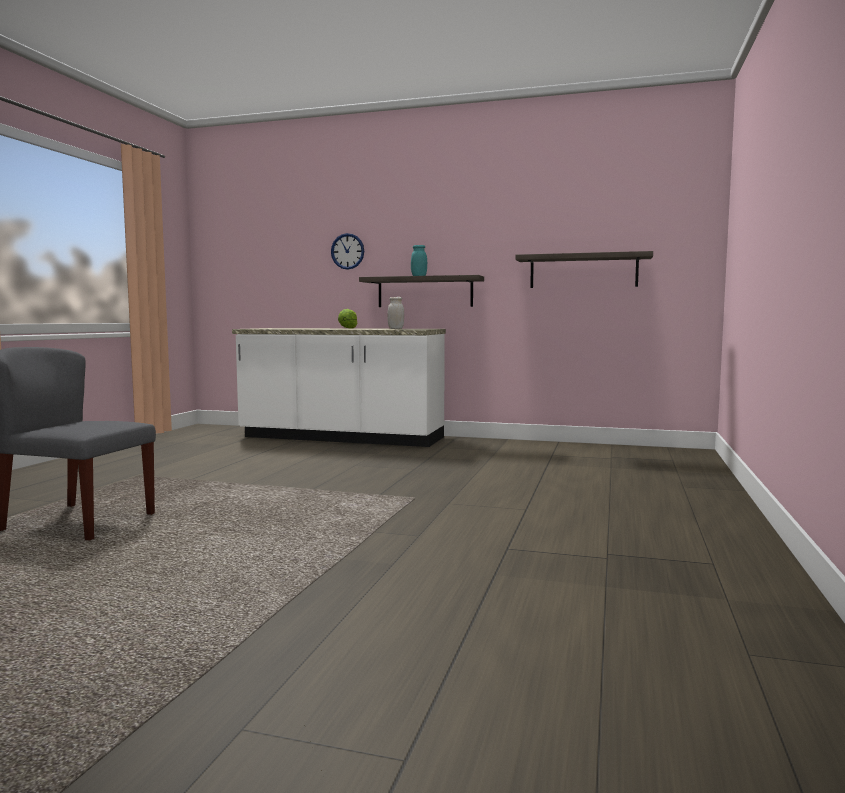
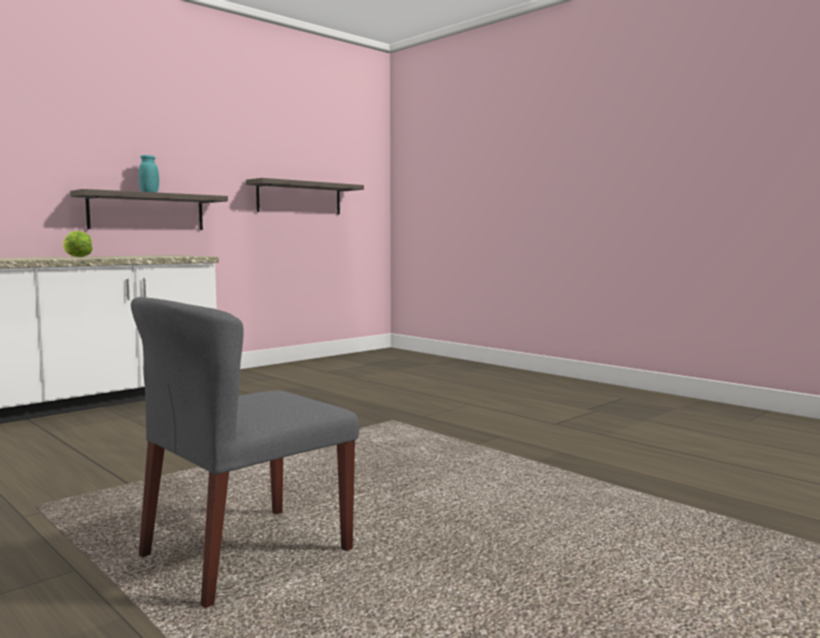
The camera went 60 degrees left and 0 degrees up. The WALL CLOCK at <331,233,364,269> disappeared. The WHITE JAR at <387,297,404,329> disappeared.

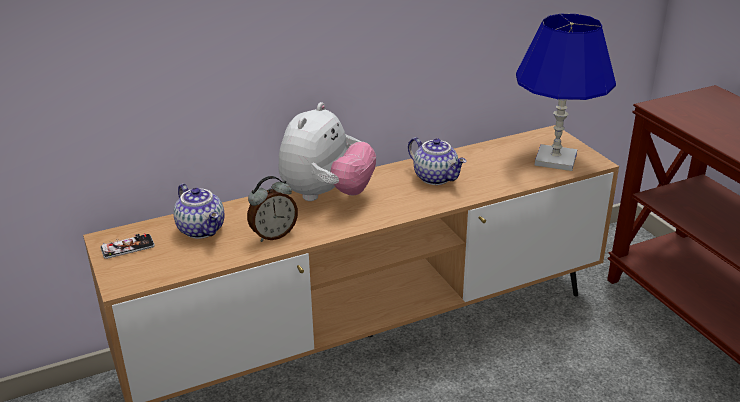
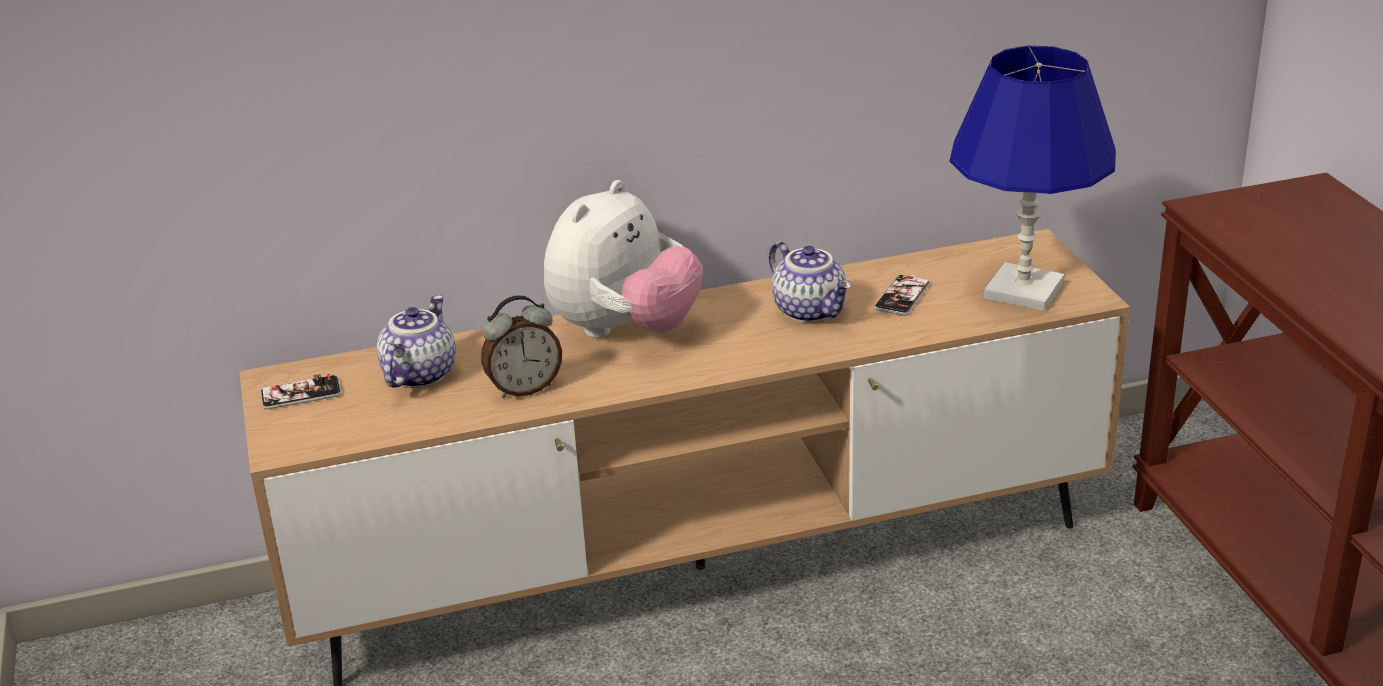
The camera went 10 degrees right and 0 degrees up. The TEAPOT at <174,183,225,239> turned 135 degrees counterclockwise. The PHONE at <874,273,930,315> appeared.

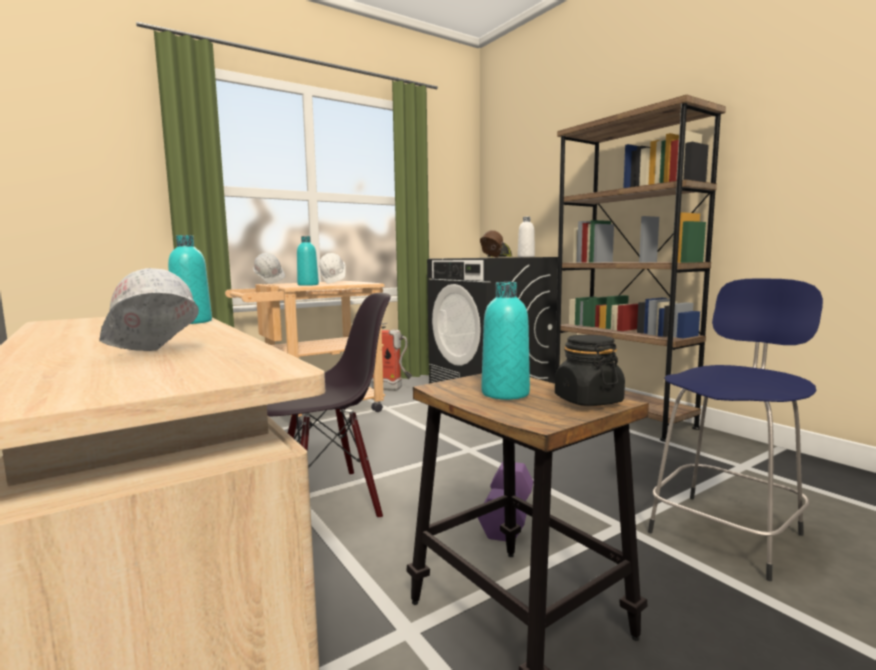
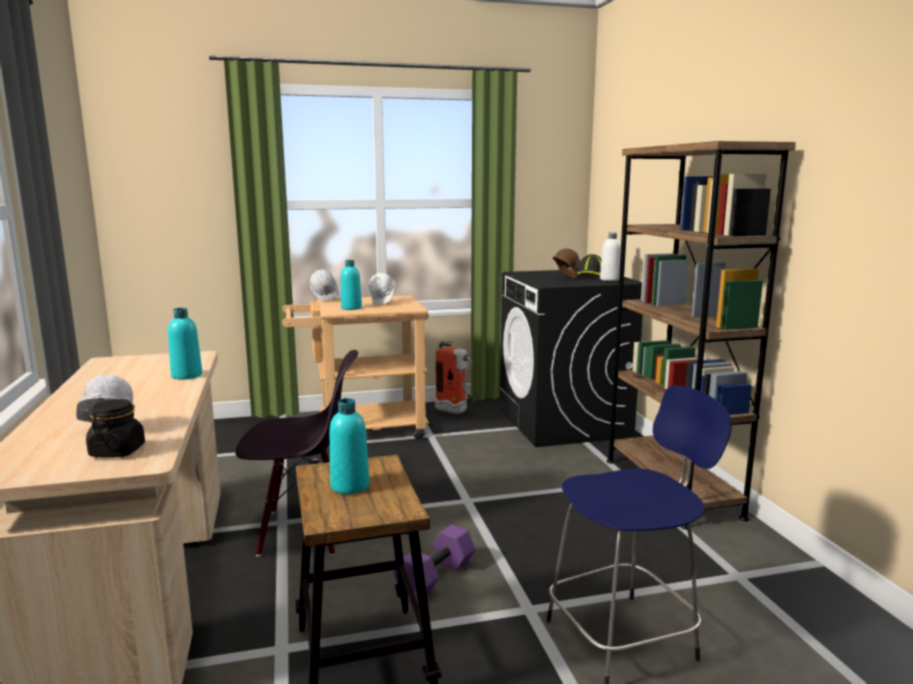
The camera went 20 degrees right and 5 degrees up. The BLACK JAR moved from <555,335,625,406> to <86,399,145,458>.

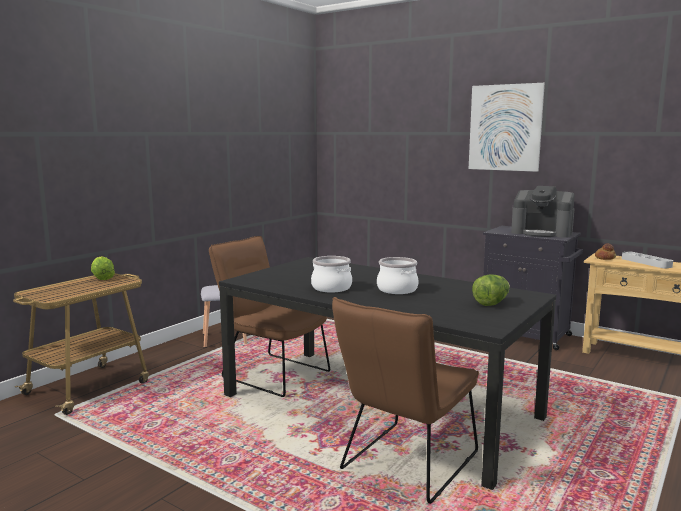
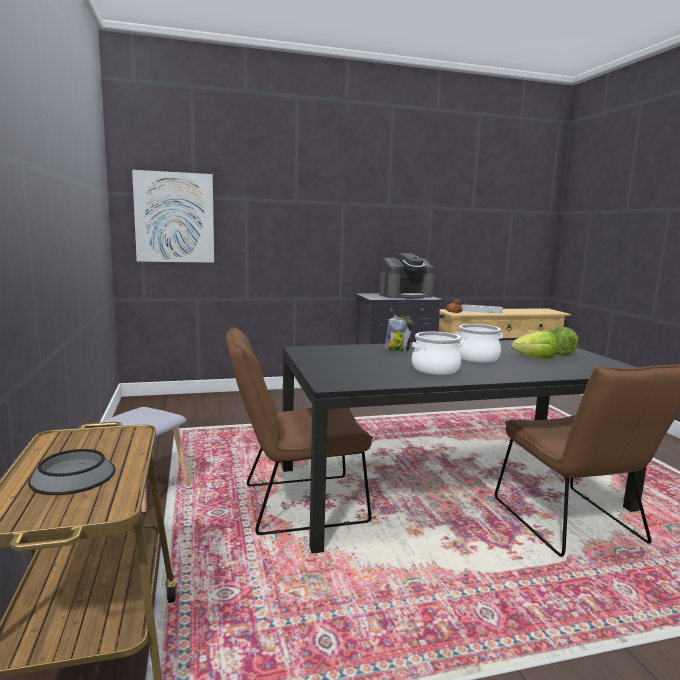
The camera went 50 degrees left and 0 degrees up. The PICTURE moved from <469,83,545,172> to <132,170,214,263>. The LETTUCE moved from <91,256,115,280> to <511,331,558,359>. The JAR at <385,315,413,351> appeared. The BOWL at <28,449,116,495> appeared.

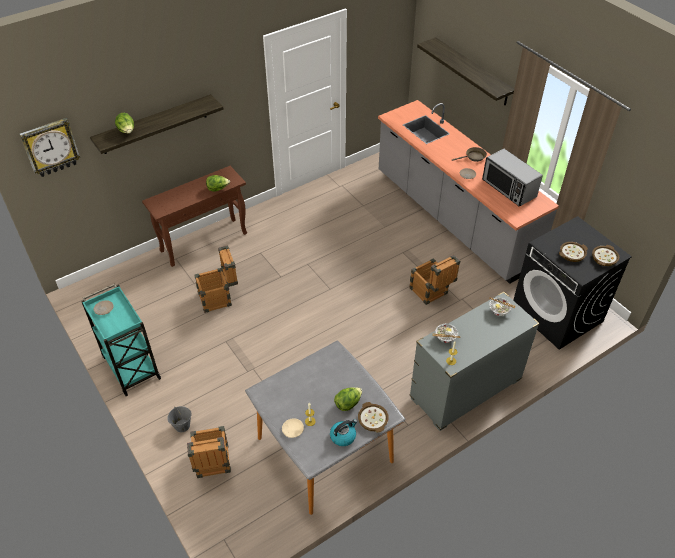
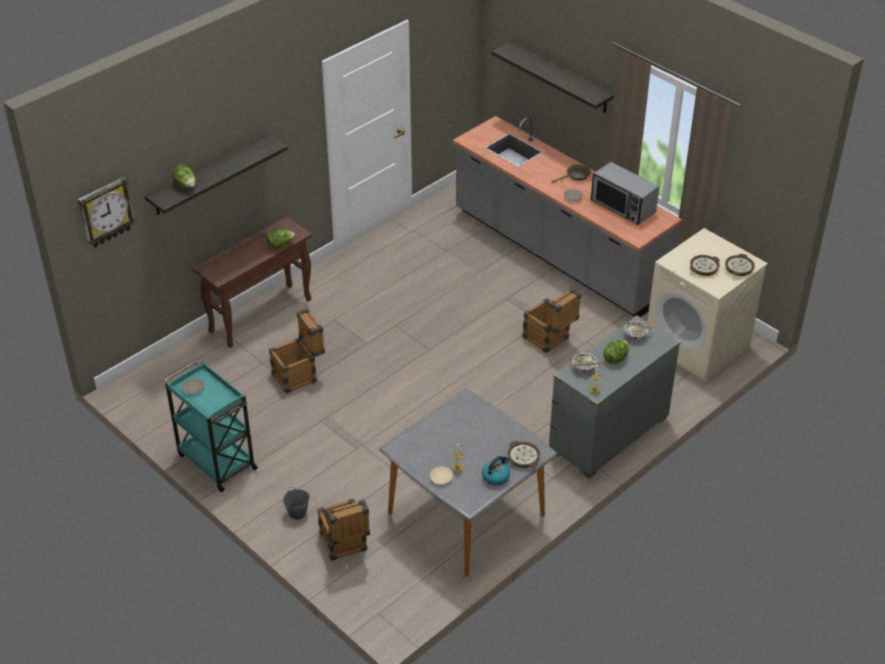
The camera went 10 degrees left and 5 degrees down. The BLACK WASHING MACHINE at <513,216,632,350> became the BEIGE WASHING MACHINE at <647,228,768,381>. The LETTUCE moved from <334,387,362,411> to <603,340,629,364>.

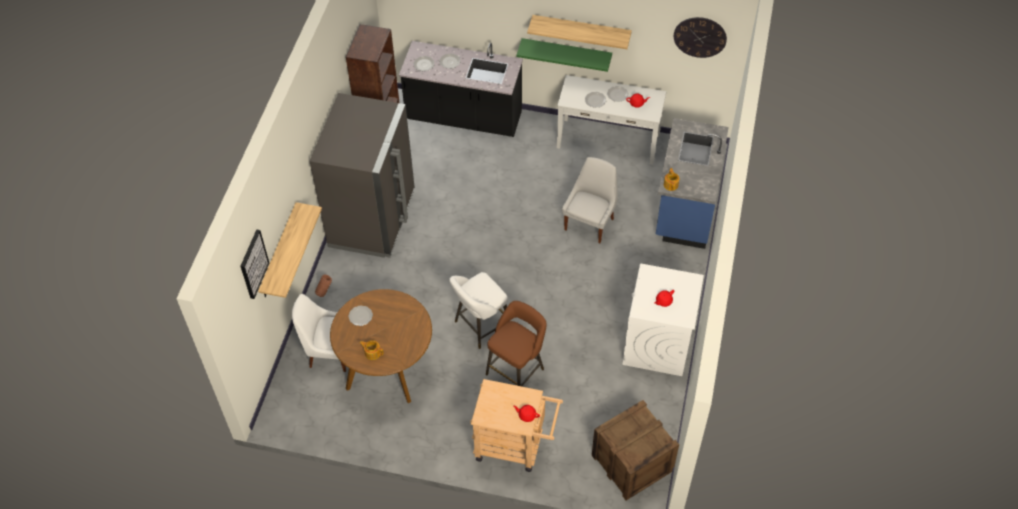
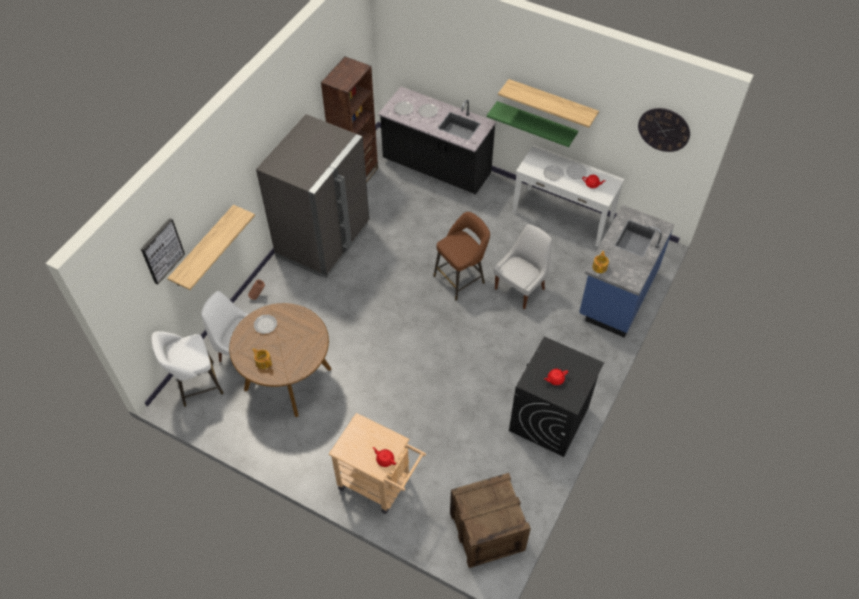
The camera went 15 degrees right and 0 degrees up. The WHITE WASHING MACHINE at <623,264,704,376> became the BLACK WASHING MACHINE at <509,337,604,457>. The WHITE STOOL moved from <449,272,508,349> to <151,331,223,407>. The BROWN STOOL moved from <486,301,547,386> to <433,212,490,301>.

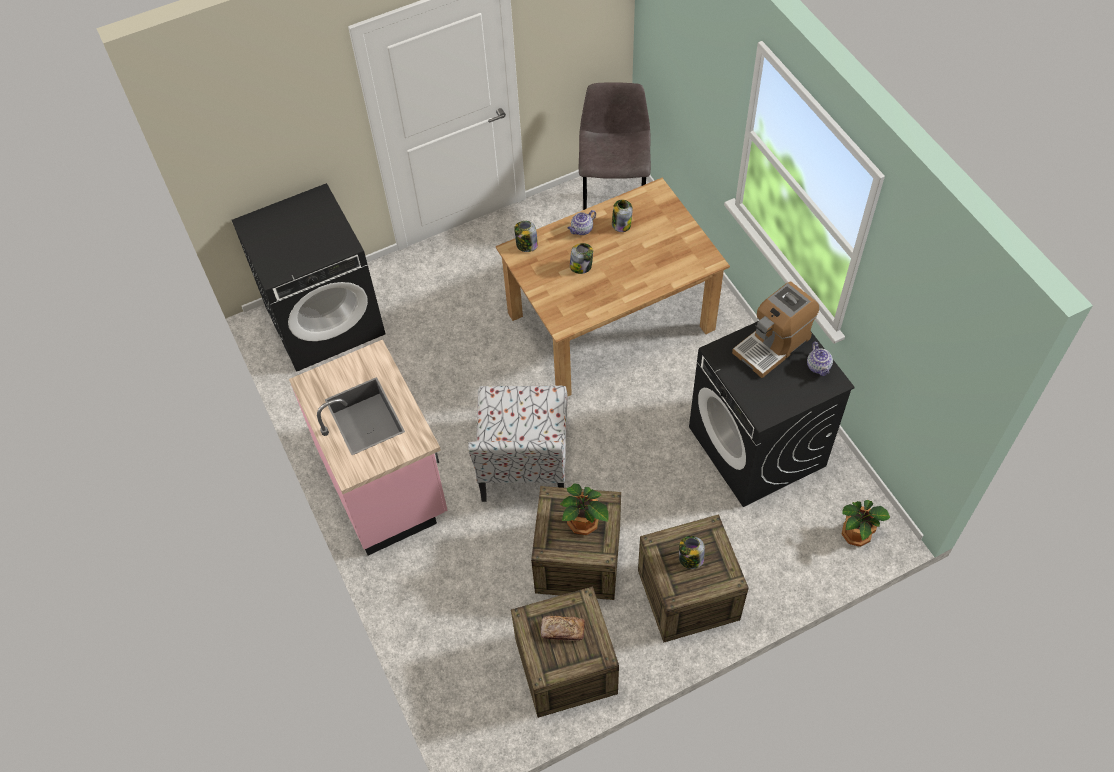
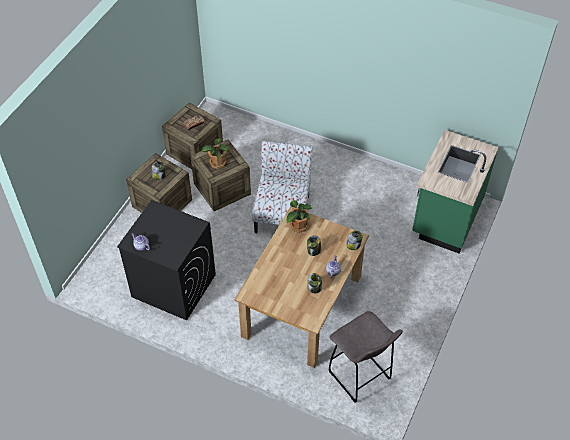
The camera went 140 degrees right and 5 degrees down. The BLACK WASHING MACHINE at <232,183,385,372> was replaced by the GREEN COUNTER at <412,130,499,253>. The COFFEE MACHINE at <732,281,819,378> disappeared. The PINK COUNTER at <289,340,447,555> disappeared. The CHAIR at <468,386,568,502> turned 45 degrees clockwise. The POTTED PLANT moved from <842,500,890,547> to <287,200,312,233>.

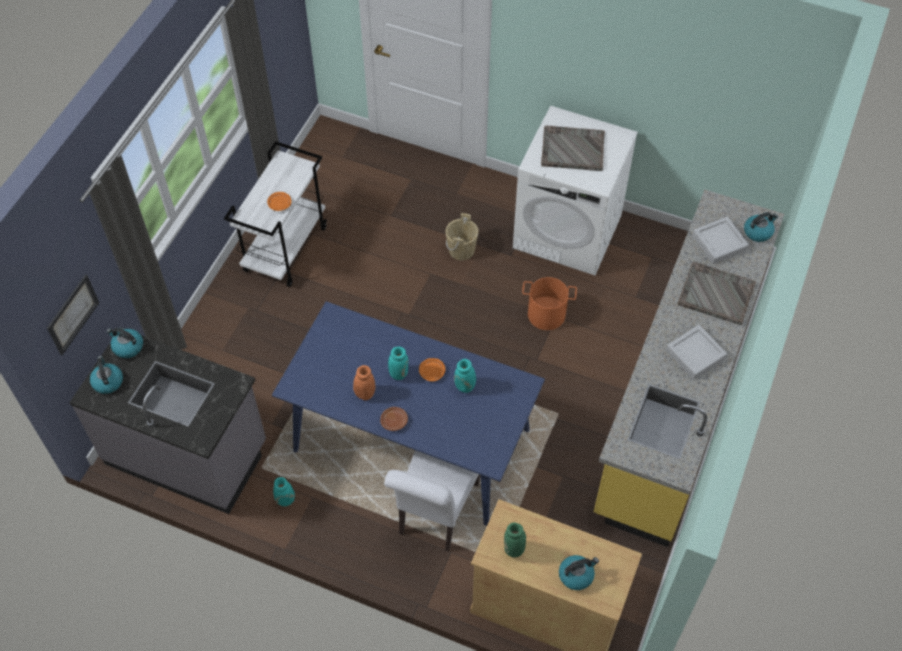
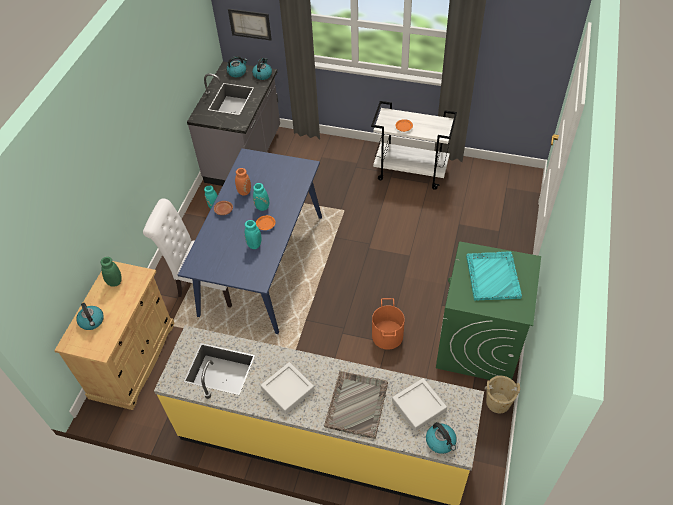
The camera went 85 degrees right and 5 degrees down. The WHITE WASHING MACHINE at <513,106,638,275> became the GREEN WASHING MACHINE at <436,242,541,380>. The GREY TRAY at <541,125,605,171> became the TURQUOISE TRAY at <466,251,522,300>. The BEIGE BUCKET moved from <445,213,479,260> to <485,376,520,413>.

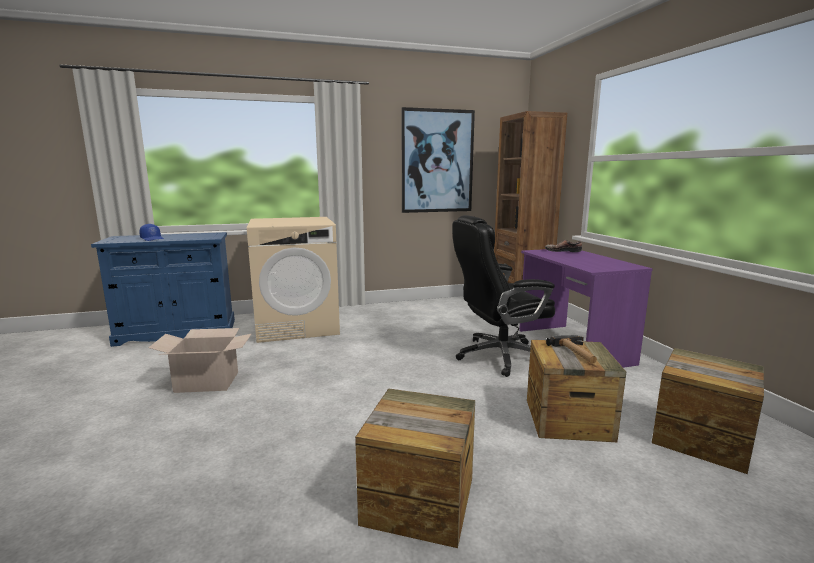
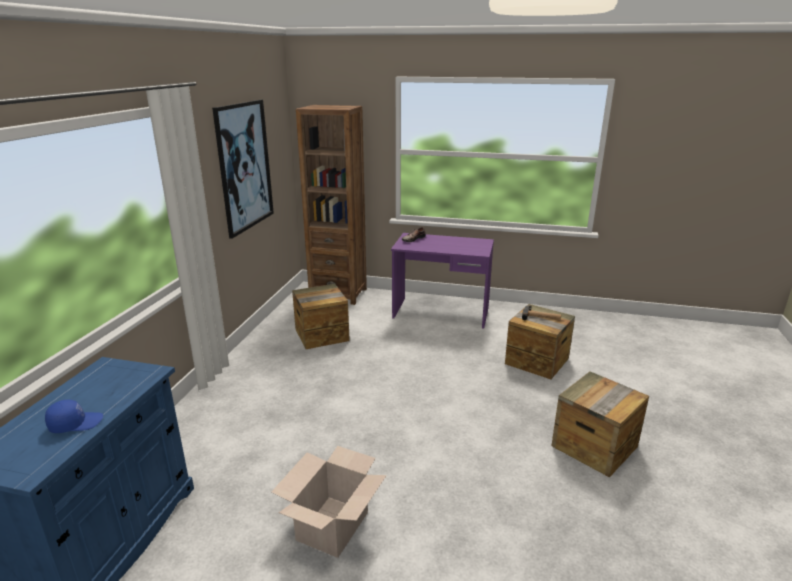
The camera went 60 degrees left and 10 degrees up. The BLACK OFFICE CHAIR at <452,215,555,377> disappeared. The BEIGE WASHING MACHINE at <247,217,340,343> disappeared. The CRATE moved from <652,348,764,474> to <292,284,350,349>.

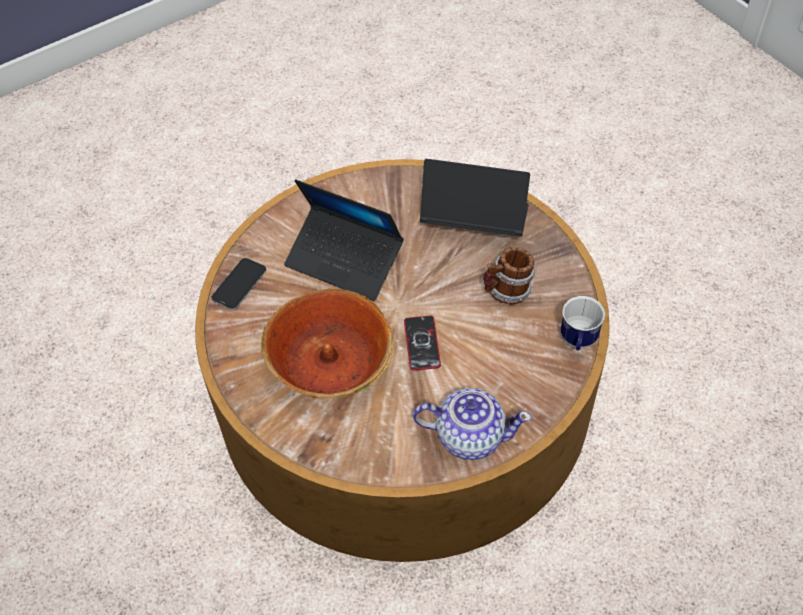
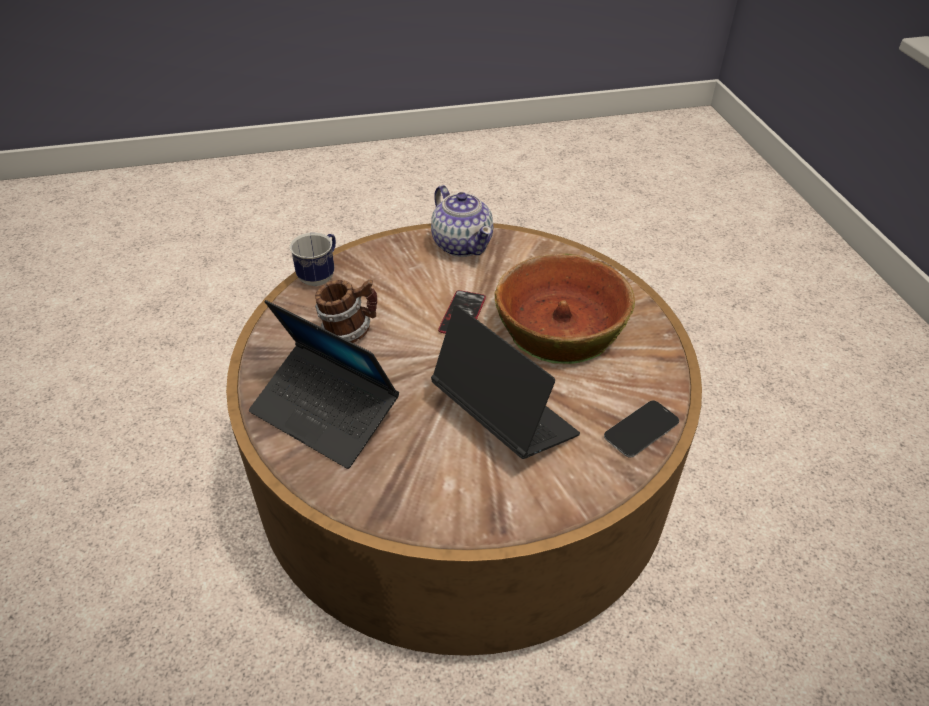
The camera went 160 degrees left and 10 degrees down. The TEAPOT at <413,388,532,460> turned 150 degrees counterclockwise.

